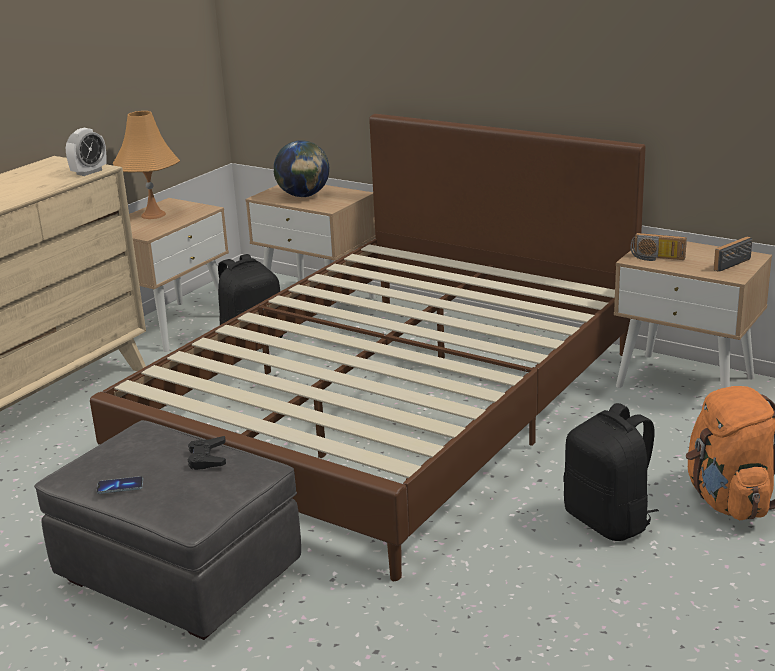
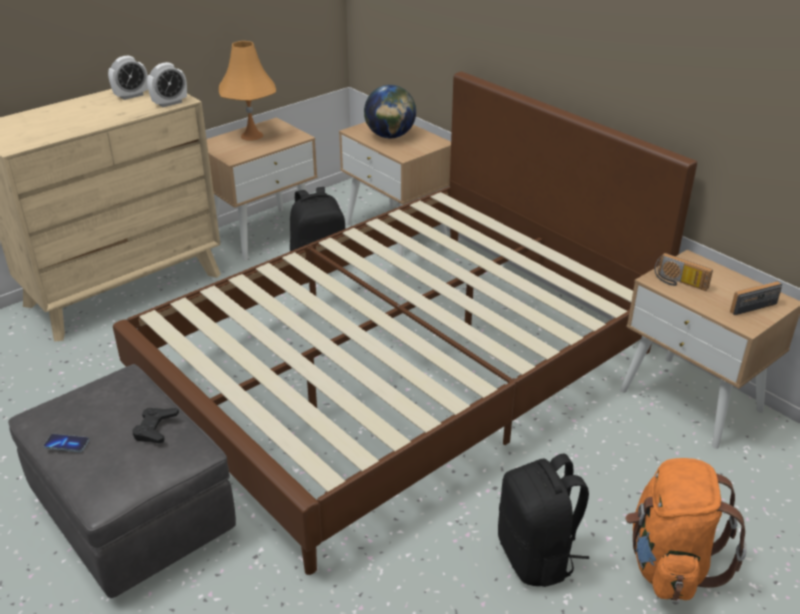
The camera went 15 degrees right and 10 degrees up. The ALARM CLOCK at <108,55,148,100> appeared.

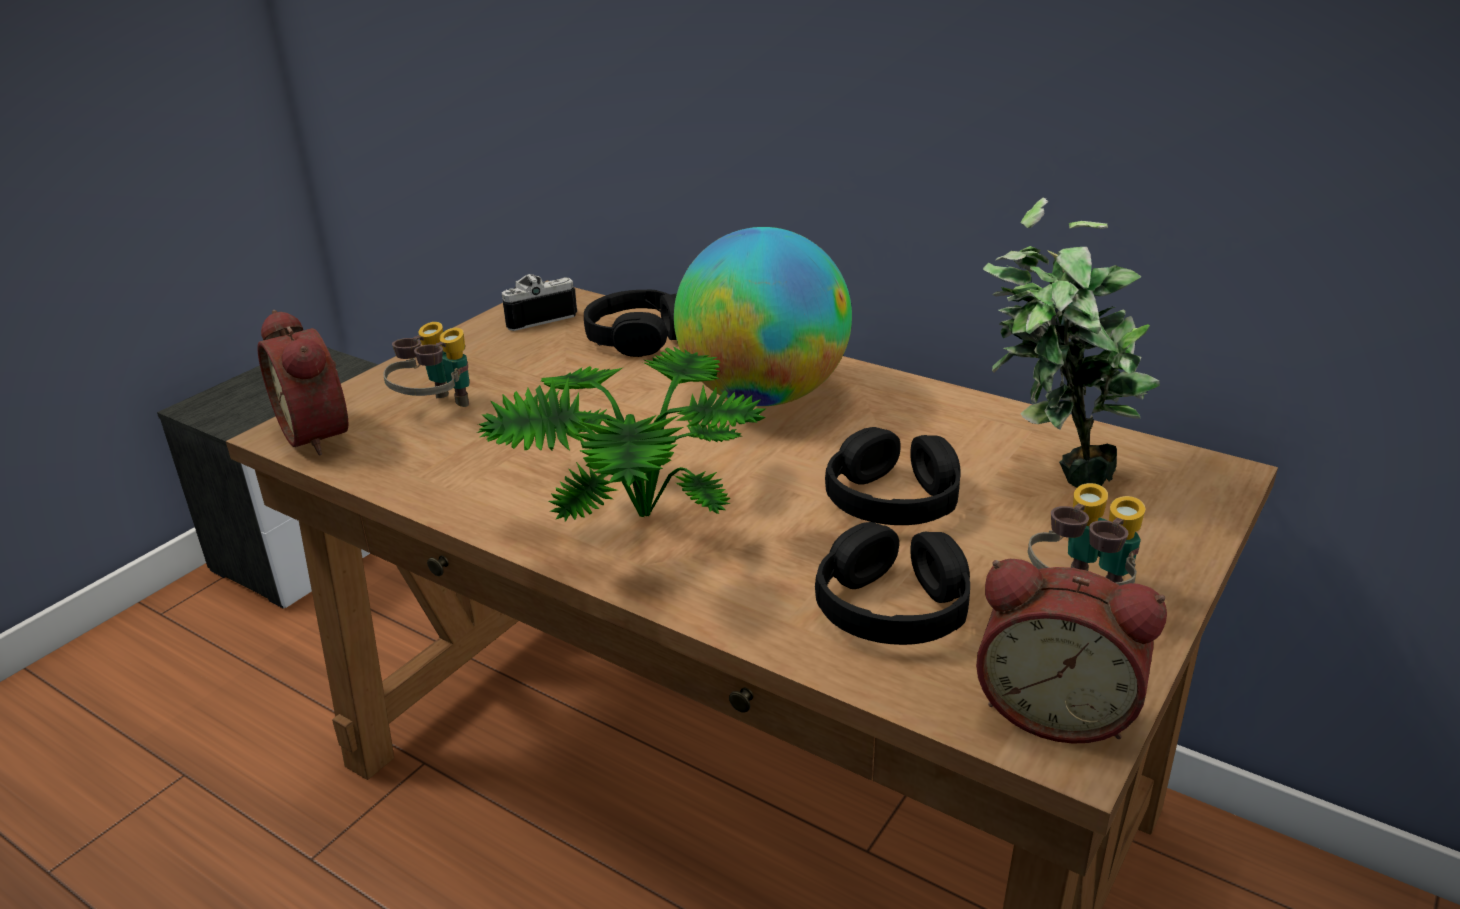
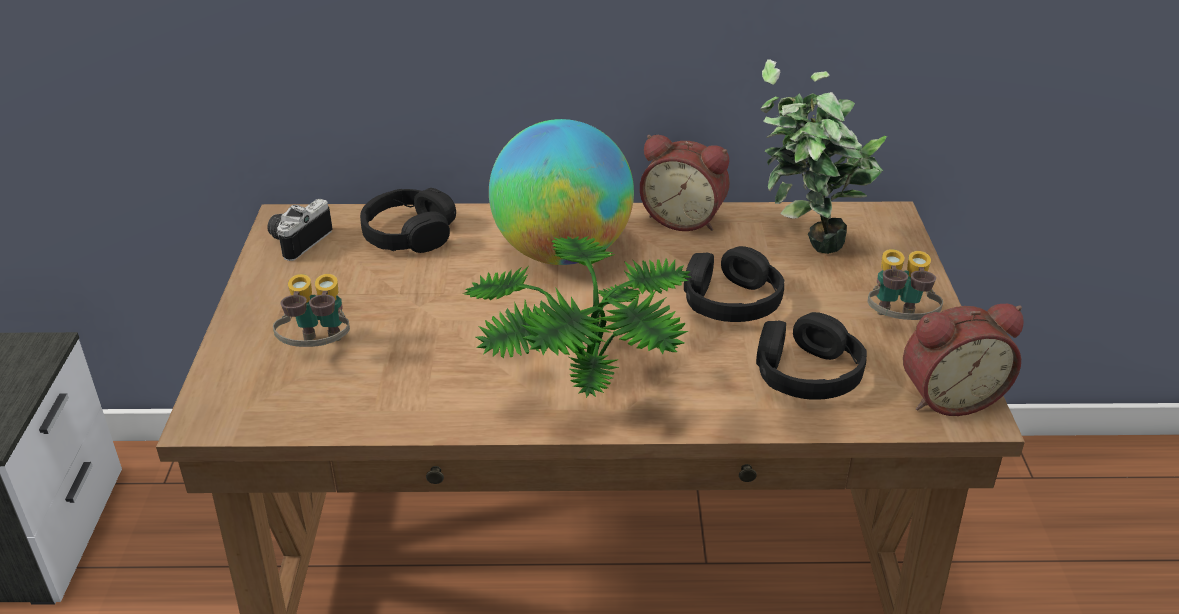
The camera went 35 degrees left and 5 degrees up. The ALARM CLOCK moved from <257,310,348,455> to <640,135,730,231>.

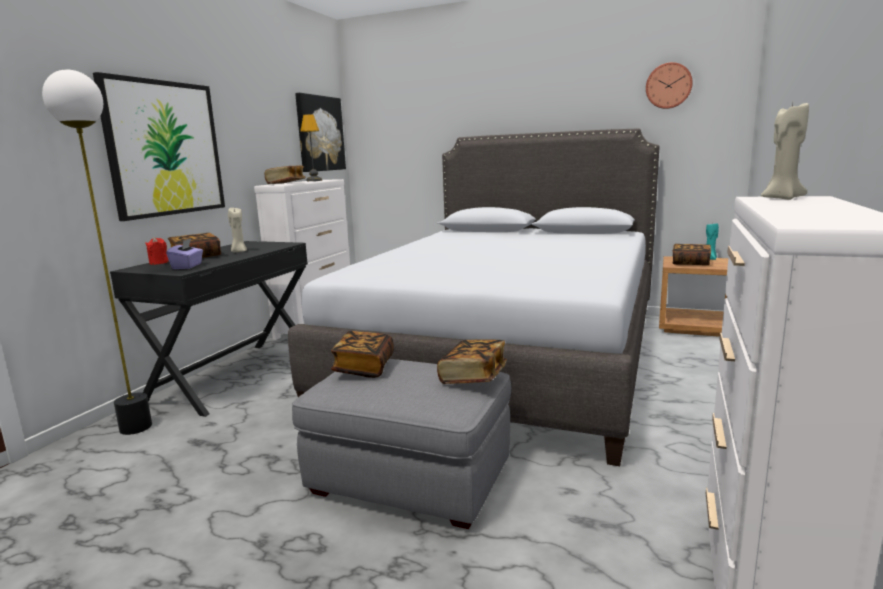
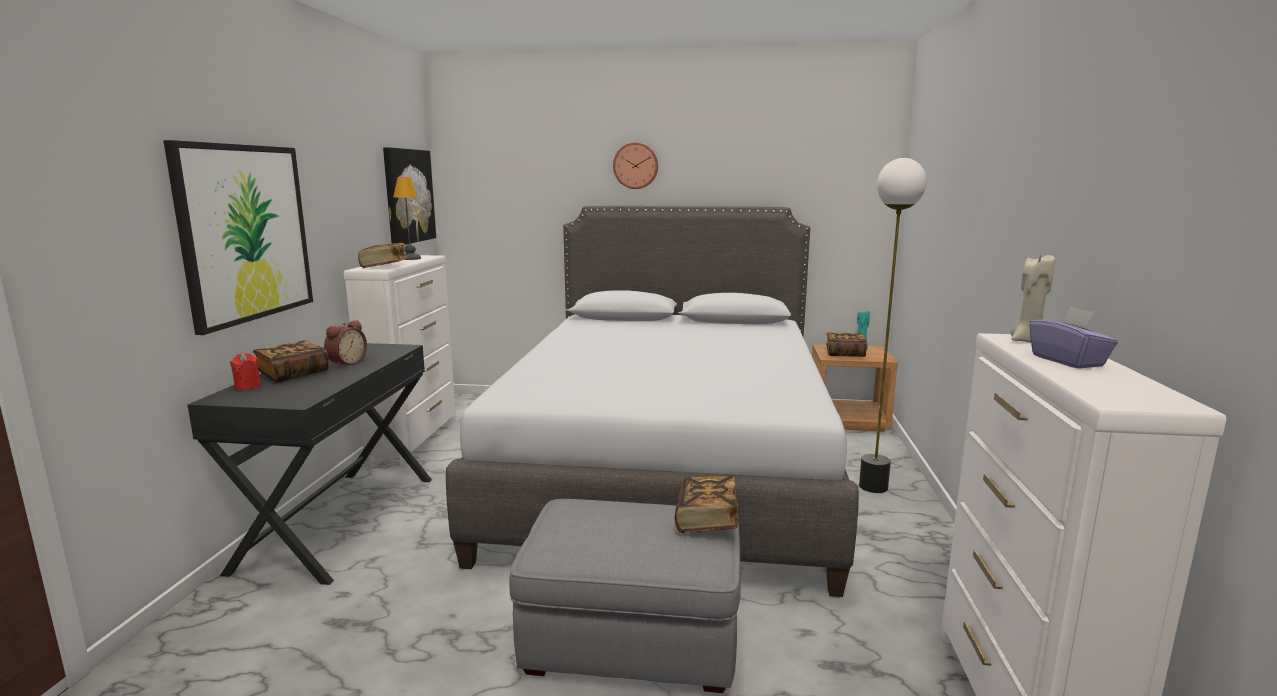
The camera went 15 degrees left and 0 degrees up. The WALL CLOCK moved from <646,62,693,109> to <613,142,658,189>. The FLOOR LAMP moved from <42,70,152,435> to <859,158,927,493>. The BEIGE CANDLE at <228,208,247,252> was replaced by the ALARM CLOCK at <324,320,367,368>. The PURPLE TISSUE BOX moved from <166,238,203,269> to <1029,307,1118,369>. The BOOK at <331,331,394,378> disappeared.

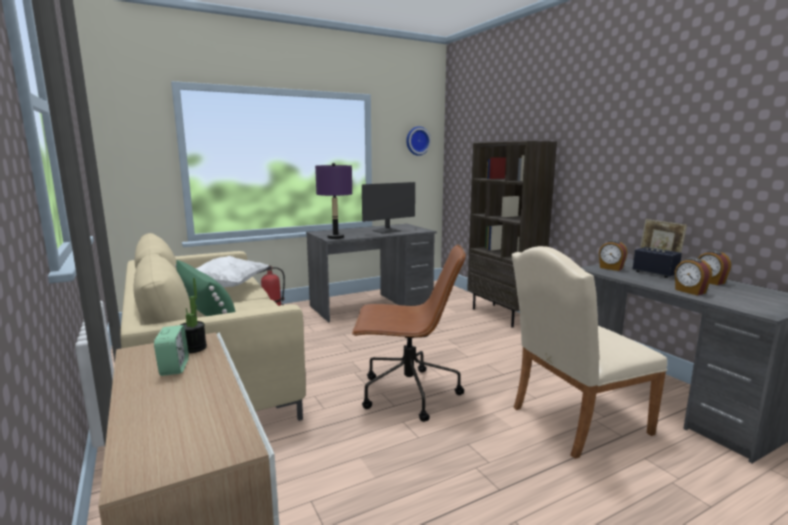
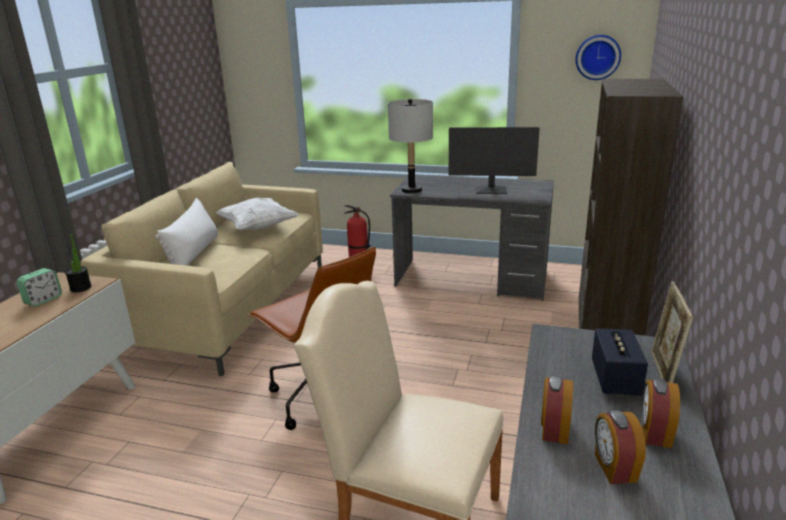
The camera went 45 degrees right and 10 degrees up. The PURPLE TABLE LAMP at <315,163,352,239> became the GREY TABLE LAMP at <388,99,433,193>. The ALARM CLOCK moved from <599,240,627,271> to <595,410,646,484>. The GREEN PILLOW at <175,260,235,316> became the WHITE PILLOW at <155,198,218,266>.

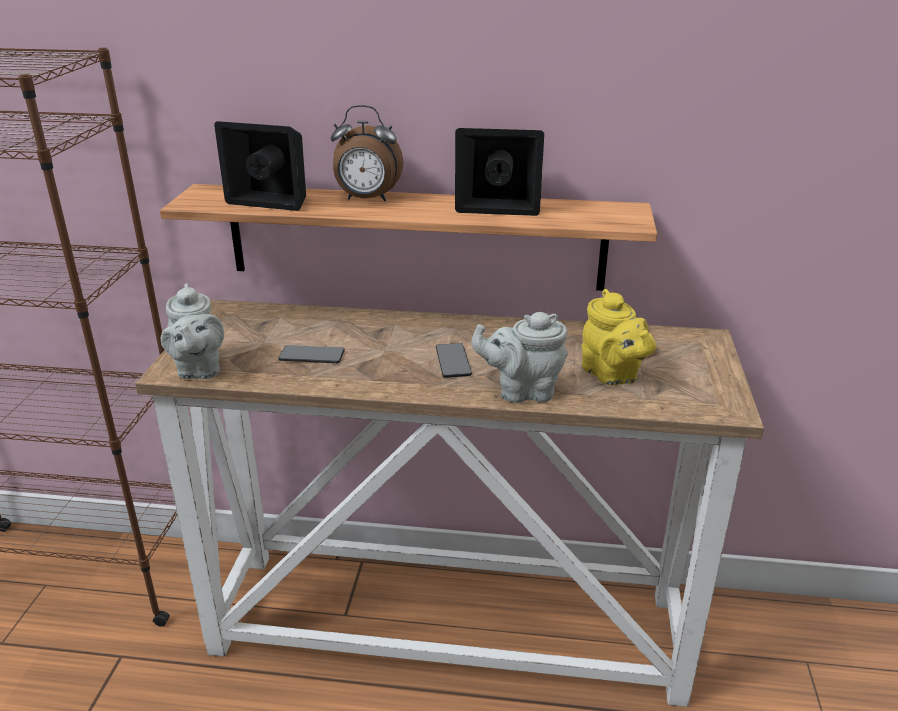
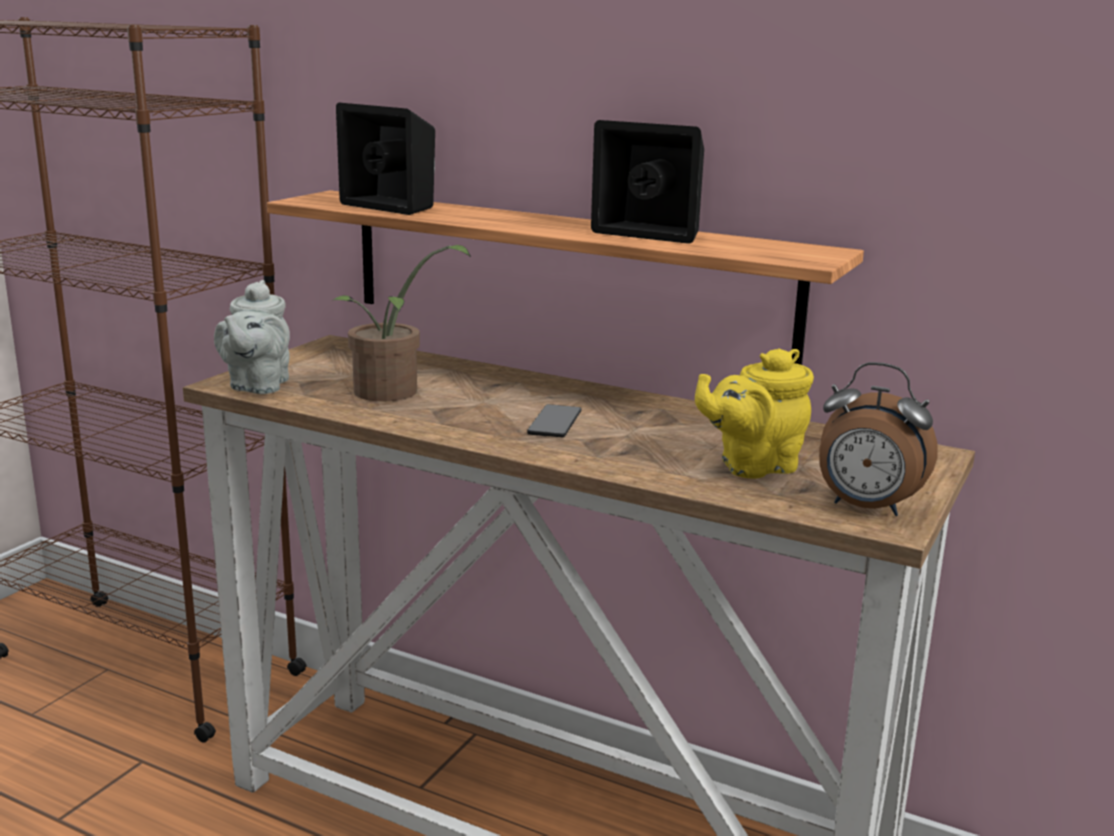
The camera went 20 degrees right and 10 degrees down. The ALARM CLOCK moved from <331,105,404,201> to <819,362,938,516>. The YELLOW TEAPOT at <582,289,656,385> turned 75 degrees clockwise. The GREY TEAPOT at <471,312,568,403> disappeared. The PHONE at <278,345,345,363> was replaced by the POTTED PLANT at <332,245,471,401>.

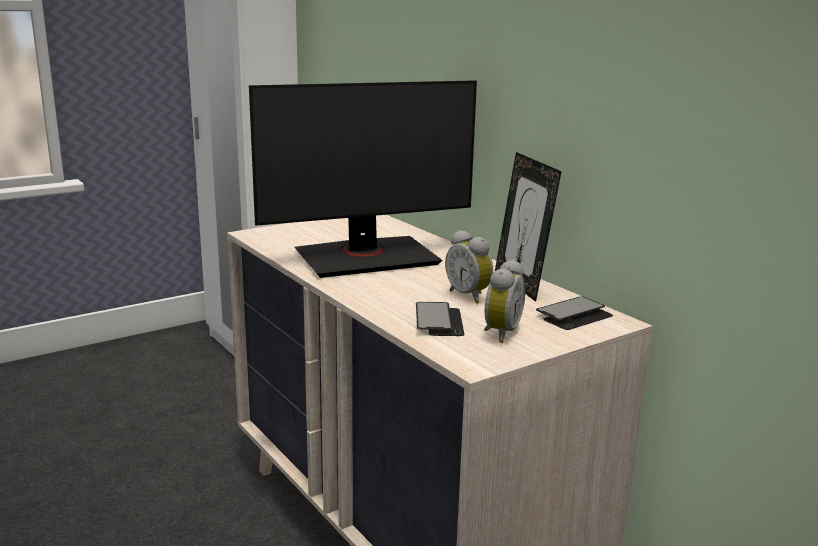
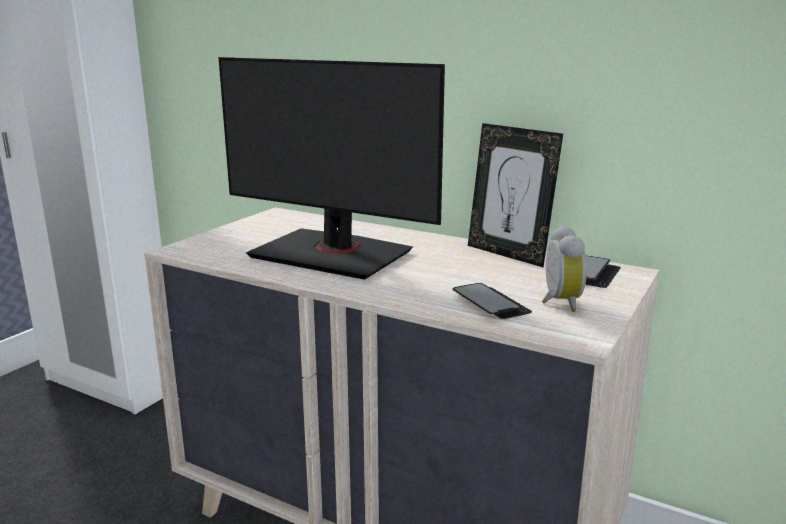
The camera went 25 degrees left and 0 degrees up. The MONITOR at <249,80,477,278> turned 75 degrees clockwise. The ALARM CLOCK at <445,230,493,304> disappeared.

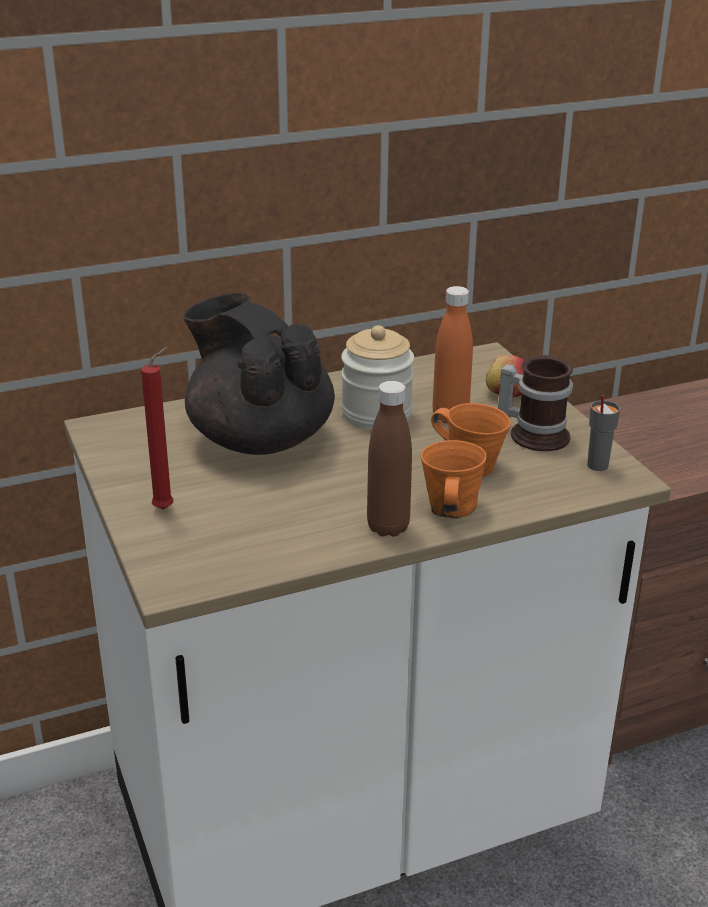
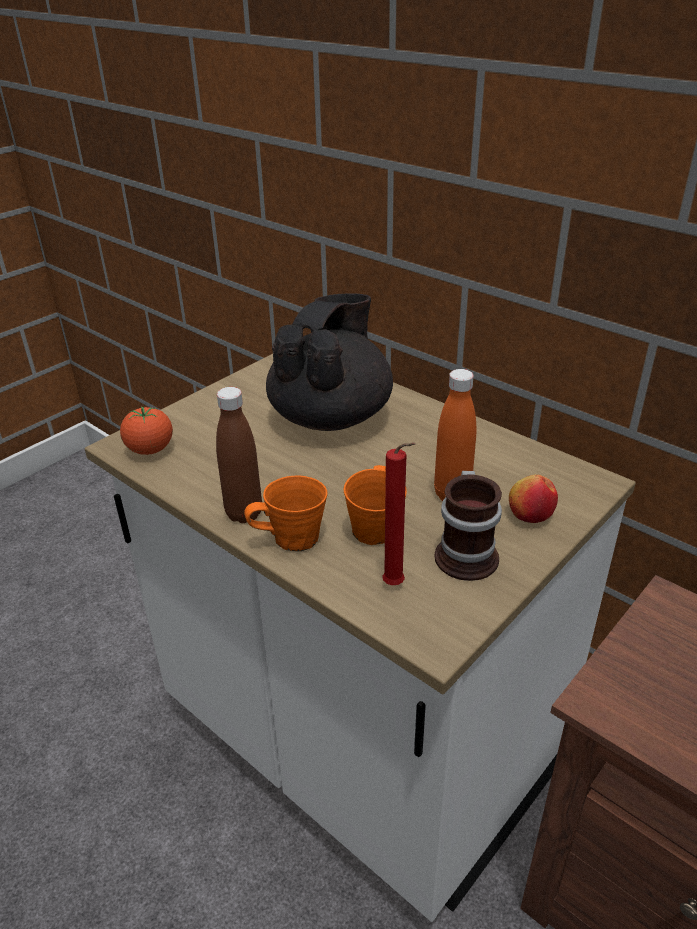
The camera went 65 degrees right and 5 degrees up. The JAR at <341,325,414,430> disappeared. The RED CANDLE moved from <141,347,174,510> to <382,442,415,585>. The GREY CUP at <587,395,620,471> disappeared. The TOMATO at <120,407,173,455> appeared.

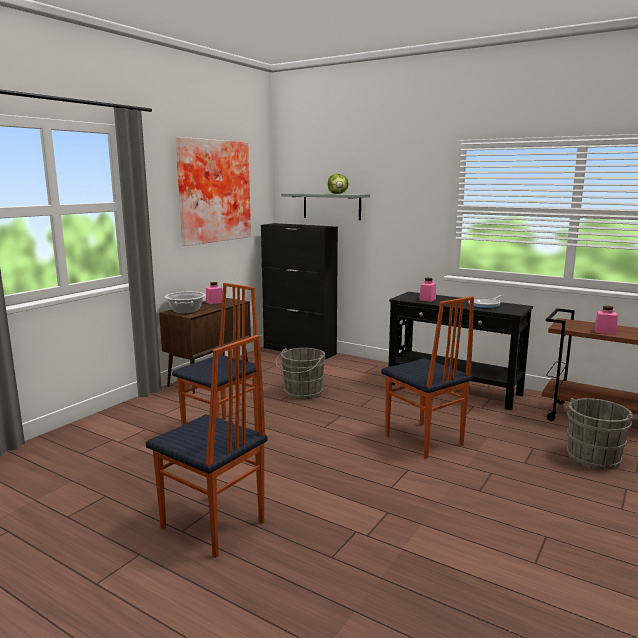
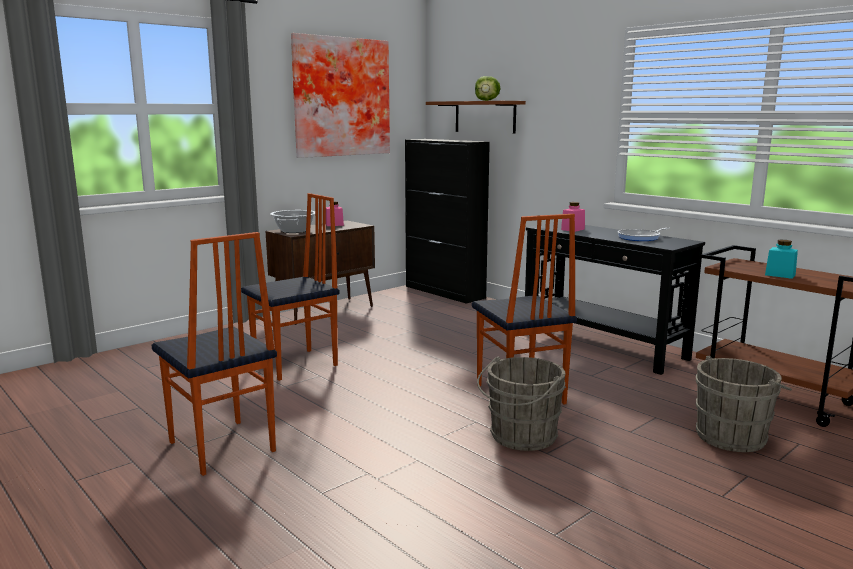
The camera went 15 degrees right and 0 degrees up. The GREY SHELF at <281,193,370,220> became the BROWN SHELF at <426,101,526,134>. The PINK JAR at <594,306,618,334> became the TURQUOISE JAR at <765,240,798,279>. The GREY BUCKET moved from <275,348,326,399> to <477,356,566,451>.

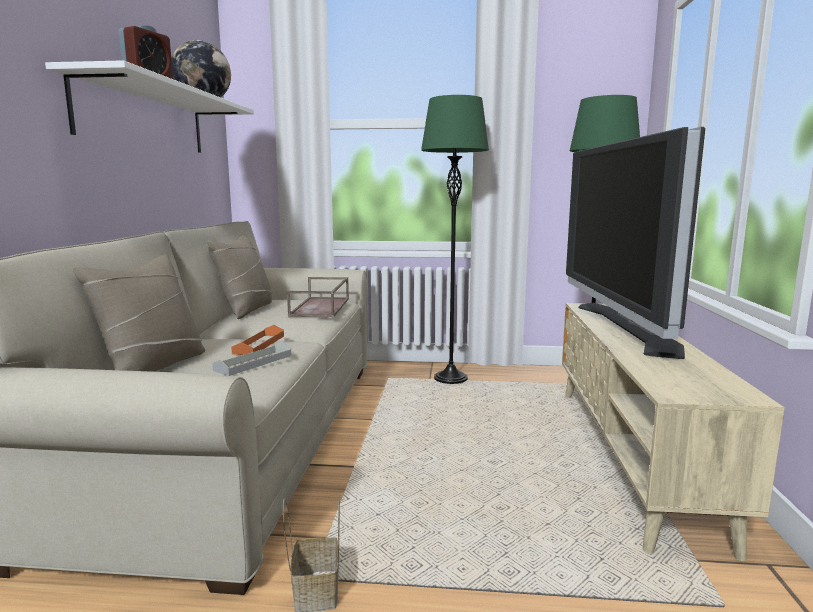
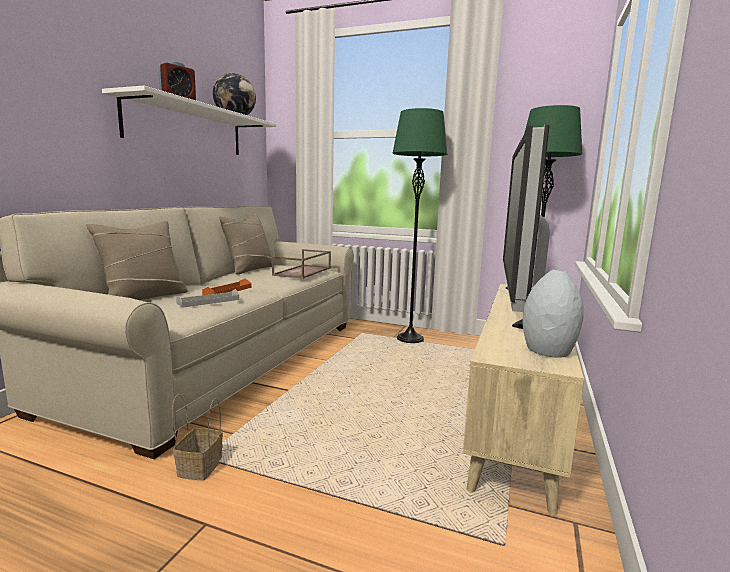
The camera went 15 degrees right and 0 degrees up. The GREY VASE at <523,270,584,358> appeared.

